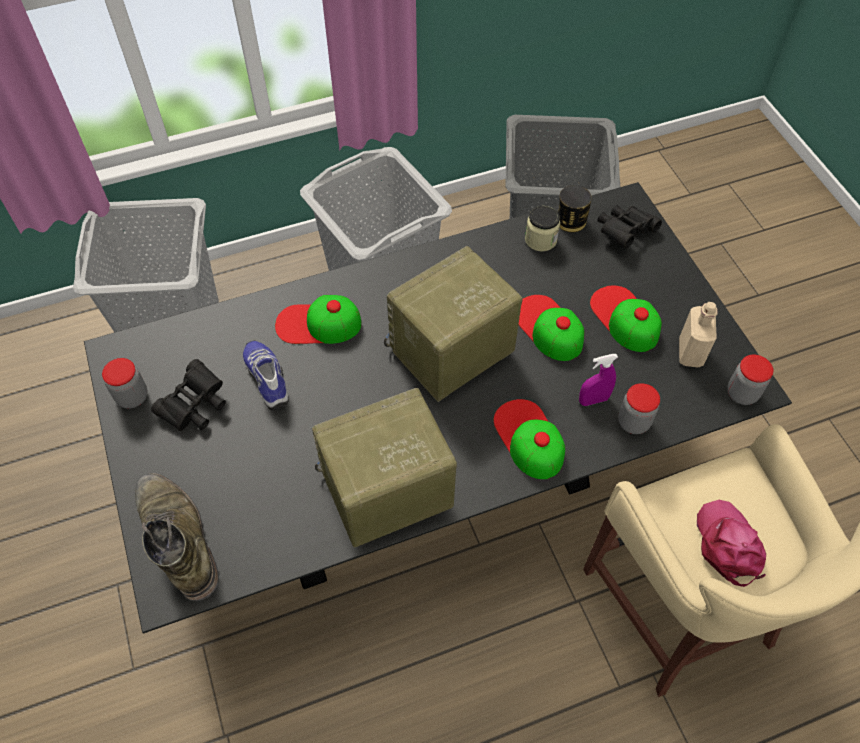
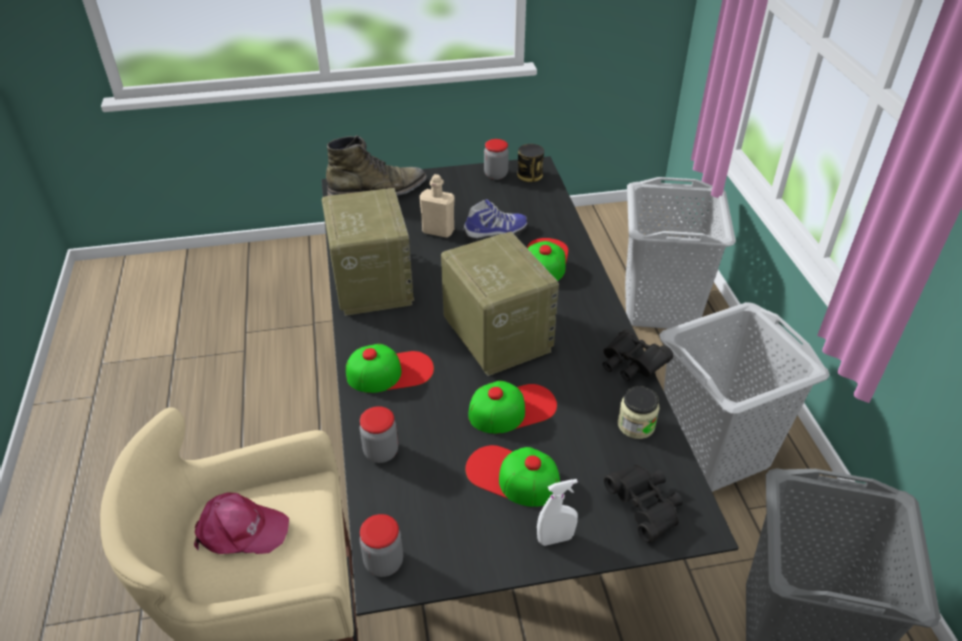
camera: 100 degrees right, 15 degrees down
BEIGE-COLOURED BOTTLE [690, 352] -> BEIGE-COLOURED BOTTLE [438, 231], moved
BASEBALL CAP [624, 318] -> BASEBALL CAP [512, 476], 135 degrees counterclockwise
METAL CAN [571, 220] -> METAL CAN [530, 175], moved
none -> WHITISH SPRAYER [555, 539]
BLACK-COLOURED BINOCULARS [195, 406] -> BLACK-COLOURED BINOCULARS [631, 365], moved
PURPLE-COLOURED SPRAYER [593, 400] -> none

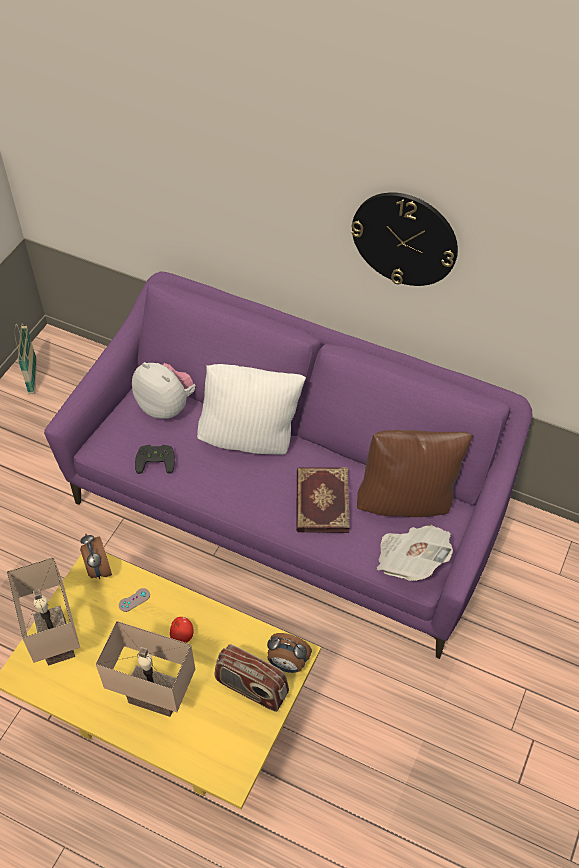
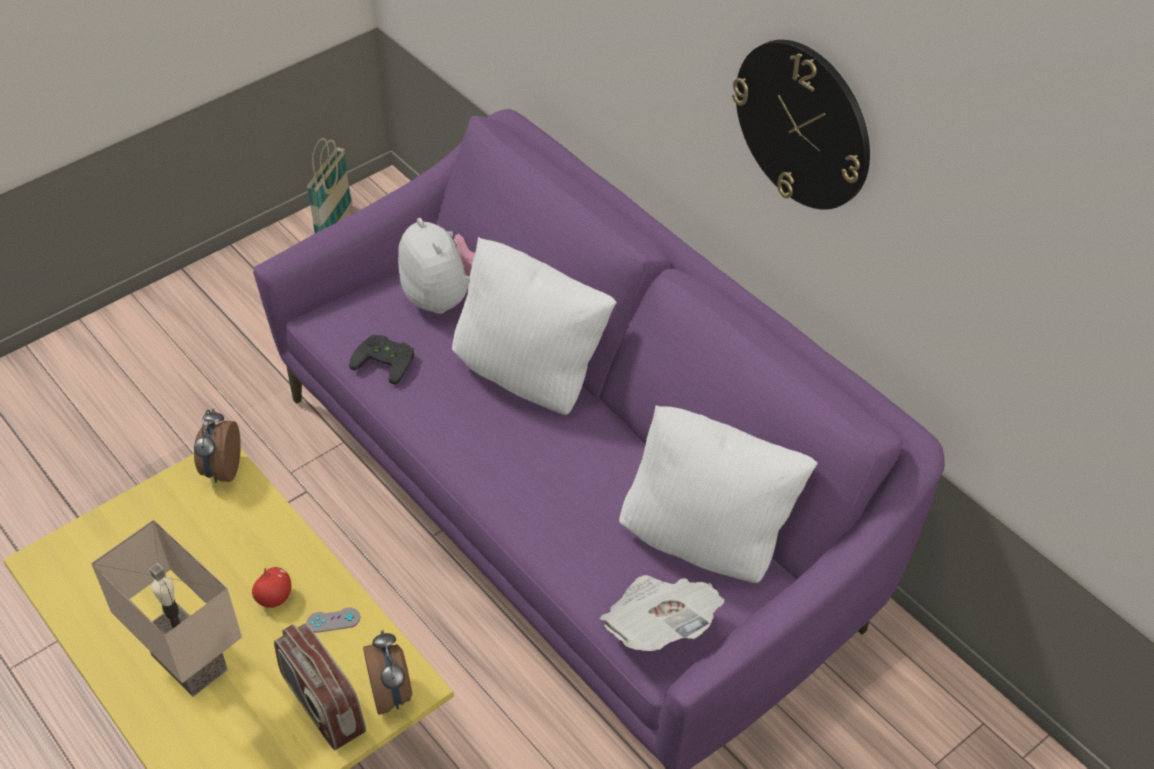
camera: 25 degrees right, 5 degrees down
GRAY GAMEPAD [134, 600] -> GRAY GAMEPAD [333, 620], moved
ALARM CLOCK [287, 664] -> ALARM CLOCK [392, 694], 150 degrees counterclockwise
BROWN CUSHION [407, 500] -> WHITISH CUSHION [708, 543]
BEIGE-COLOURED LAMP FOR A TABLE [59, 642] -> none
VOLUME [321, 502] -> none

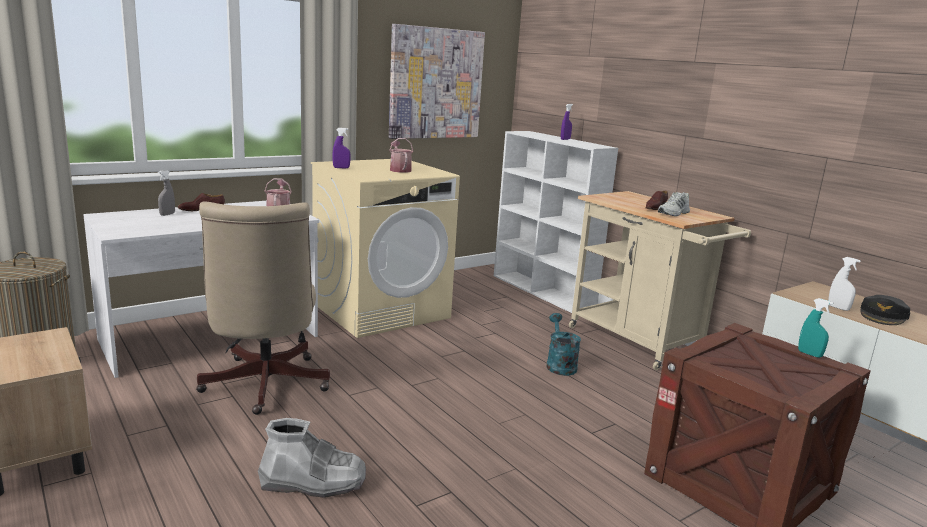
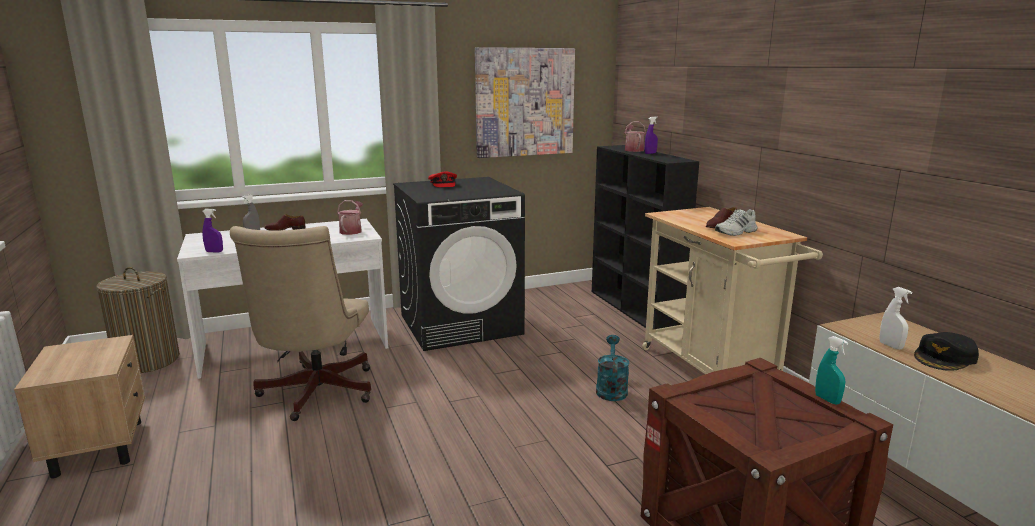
camera: 15 degrees right, 0 degrees up
PURPLE-COLOURED SPRAYER [341, 168] -> PURPLE-COLOURED SPRAYER [214, 252], moved
BEIGE-COLOURED LAUNDRY APPLIANCE [381, 310] -> BLACK-COLOURED LAUNDRY APPLIANCE [461, 324]
none -> REDDISH BASEBALL CAP [443, 184]
WHITISH BOOKCASE [543, 291] -> BLACK-COLOURED BOOKCASE [635, 309]
WATERING CAN [399, 169] -> WATERING CAN [633, 149], moved
GRAY TALL BOOT [313, 482] -> none

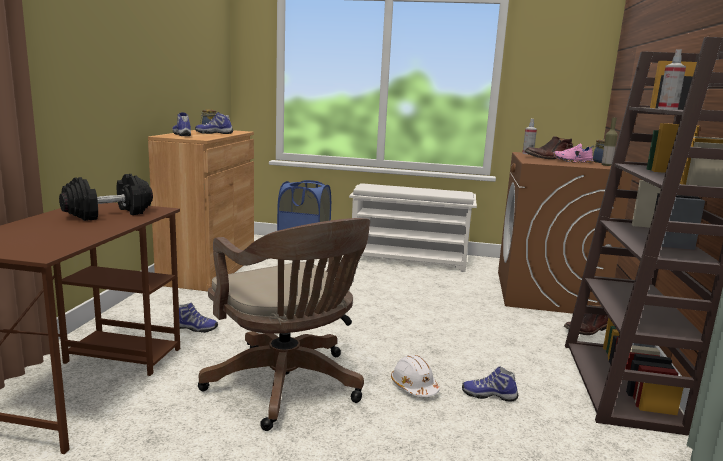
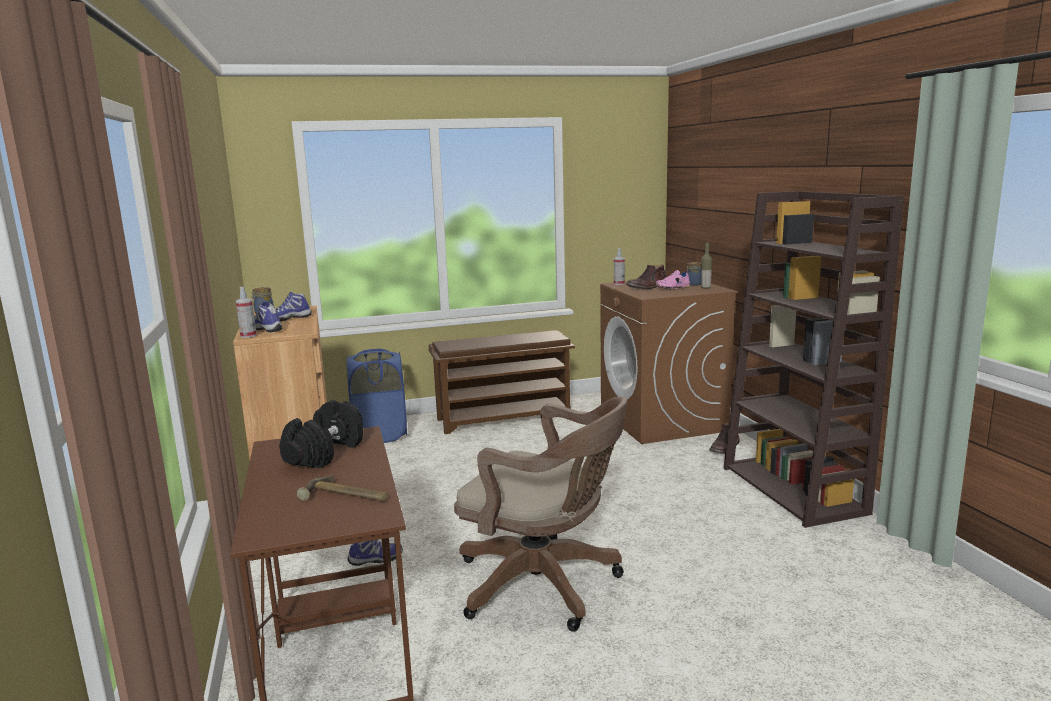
camera: 25 degrees left, 0 degrees up
SPRAYER [667, 109] -> SPRAYER [248, 336], moved
none -> HAND HAMMER [344, 497]
WHITISH SHOE RACK [409, 260] -> BROWN SHOE RACK [504, 418]
WHITISH SAFETY HELMET [414, 386] -> none
SHOE [489, 395] -> none

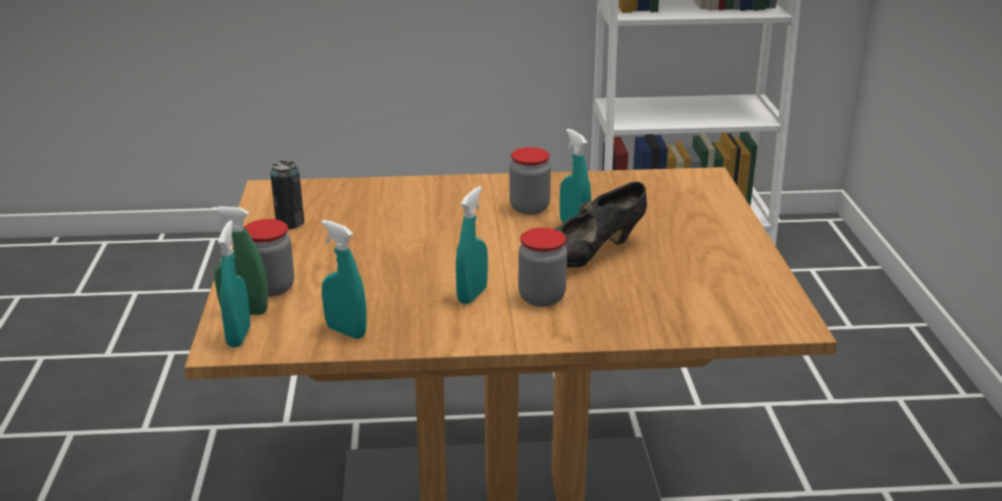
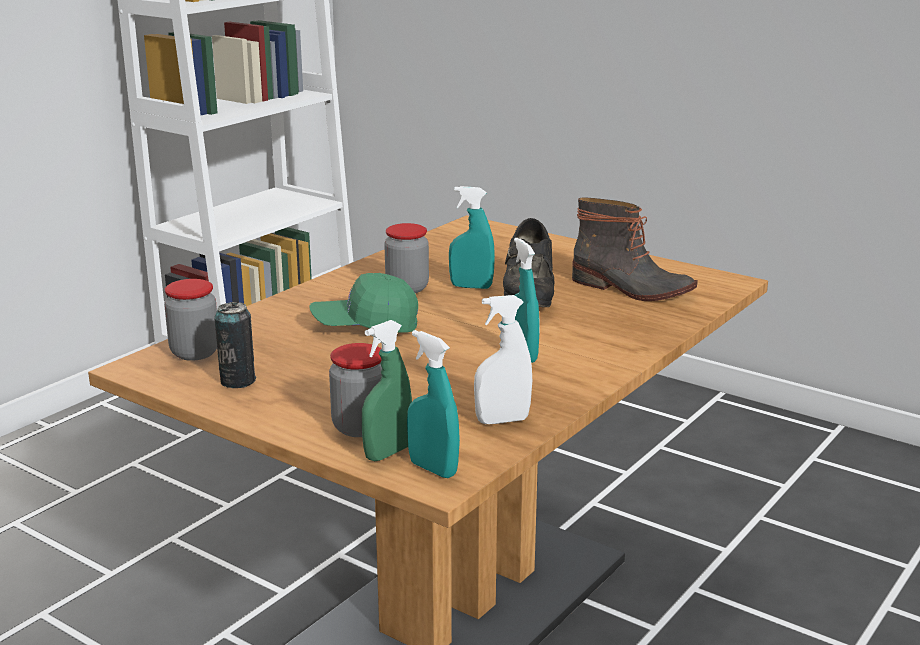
camera: 50 degrees left, 5 degrees down
PRESERVE JAR [541, 298] -> PRESERVE JAR [195, 353], moved
none -> GREEN-COLOURED BASEBALL CAP [365, 326]
TURQUOISE-COLOURED SPRAYER [346, 331] -> WHITISH SPRAYER [502, 420]
none -> TALL BOOT [630, 289]

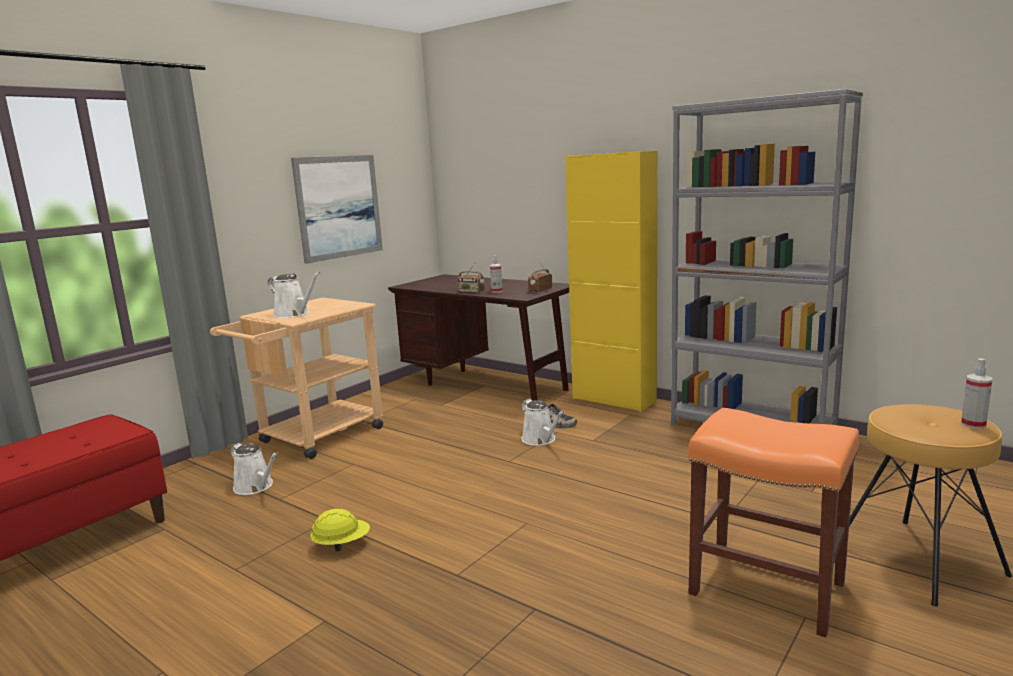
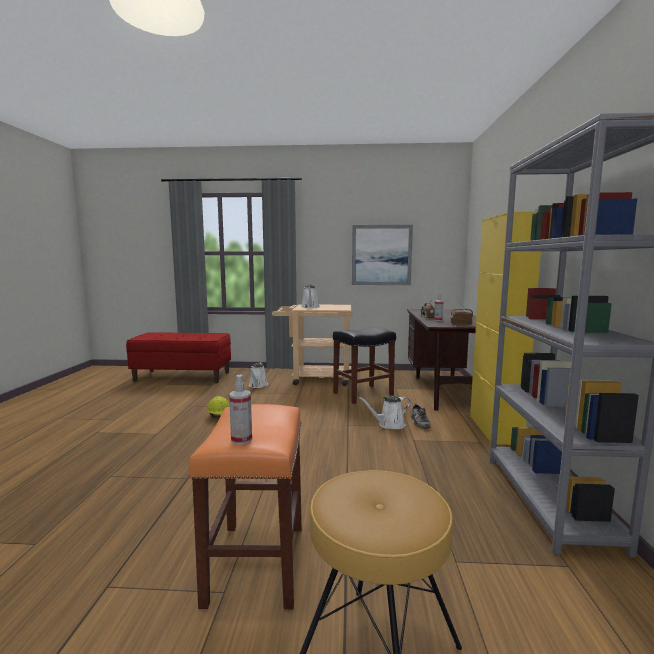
camera: 55 degrees right, 5 degrees down
SPRAYER [973, 425] -> SPRAYER [241, 440], moved
none -> BLACK-COLOURED STOOL SEAT [363, 394]
WHITISH WATERING CAN [540, 440] -> WHITISH WATERING CAN [389, 425], 45 degrees clockwise

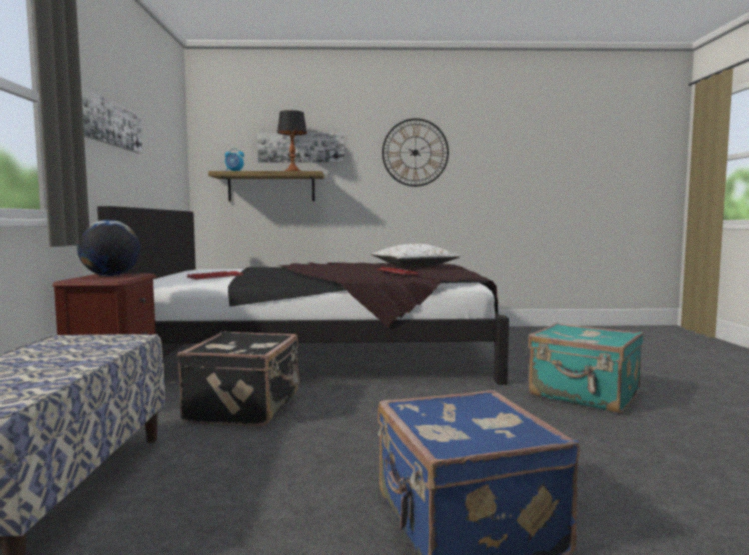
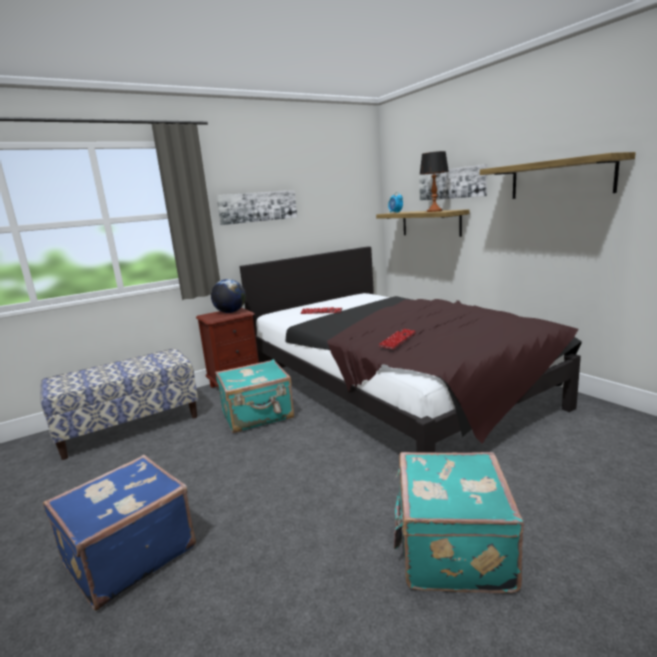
camera: 60 degrees right, 10 degrees up
BLACK-COLOURED PIECE OF LUGGAGE [246, 407] -> TURQUOISE-COLOURED PIECE OF LUGGAGE [258, 415]
WALL CLOCK [415, 152] -> WALL SHELF [560, 178]
WHITISH CUSHION [414, 267] -> none

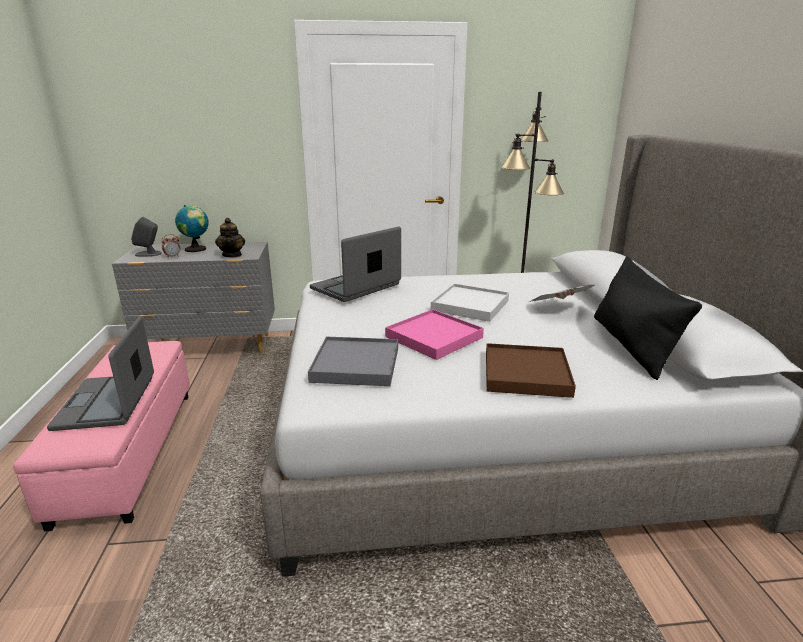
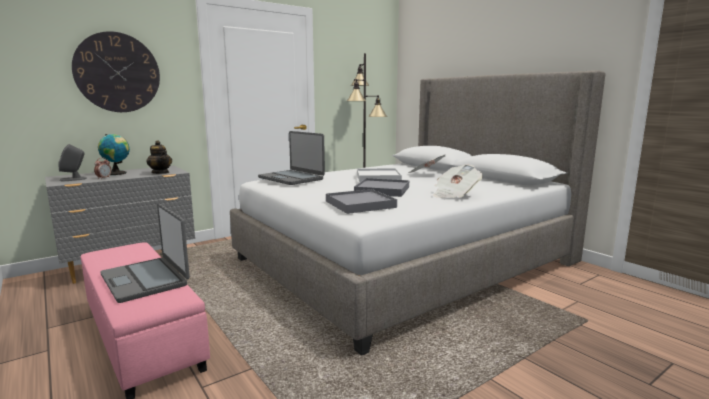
camera: 30 degrees left, 10 degrees down
none -> WALL CLOCK [117, 72]
NOTEBOOK COMPUTER [356, 287] -> NOTEBOOK COMPUTER [291, 178], 60 degrees counterclockwise
PINK CARRYING TRAY [434, 337] -> GRAY CARRYING TRAY [382, 190]
BROWN CARRYING TRAY [526, 374] -> PRINTED PAPER [455, 194]
BLACK-COLOURED CUSHION [631, 345] -> none

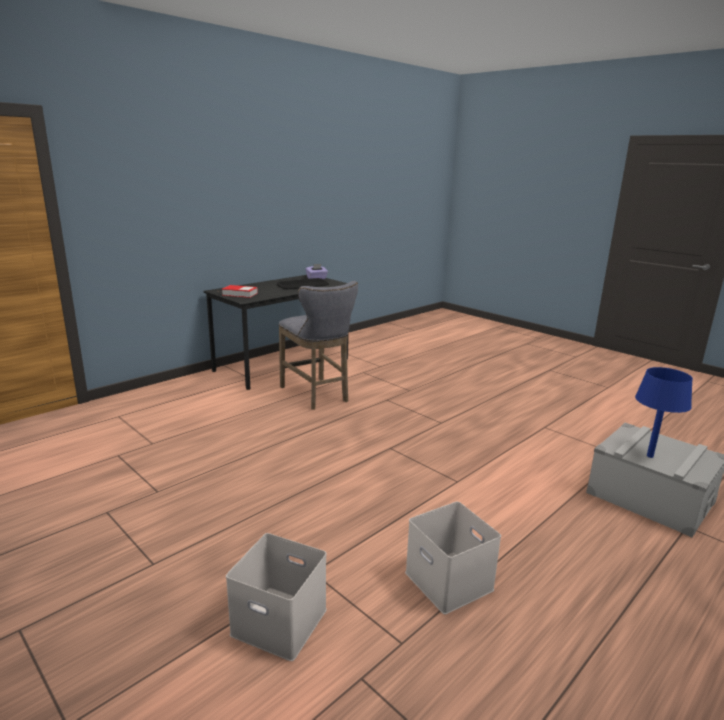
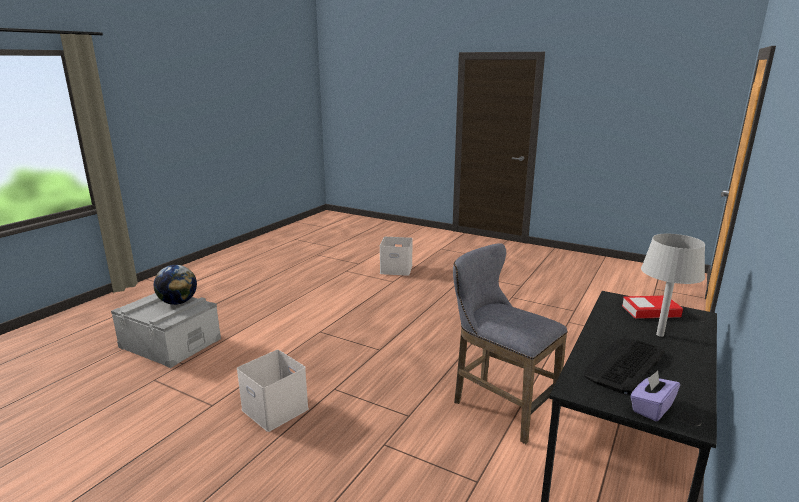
camera: 165 degrees right, 0 degrees up
BLUE-COLOURED LAMP FOR A TABLE [649, 456] -> WORLD GLOBE [178, 302]
WHITISH STORAGE BOX [451, 581] -> WHITISH STORAGE BOX [273, 409], moved
none -> GRAY LAMP FOR A TABLE [659, 335]

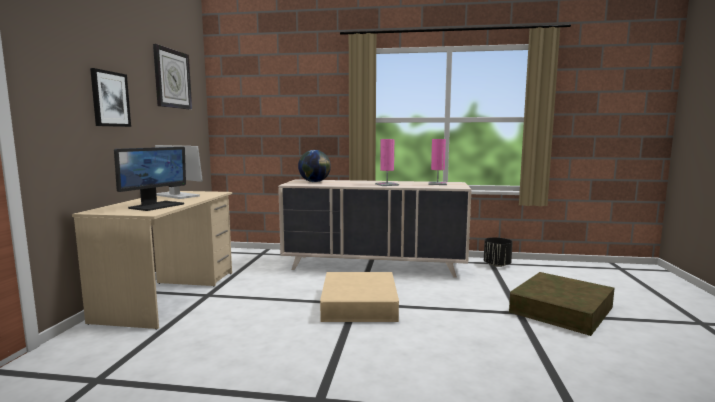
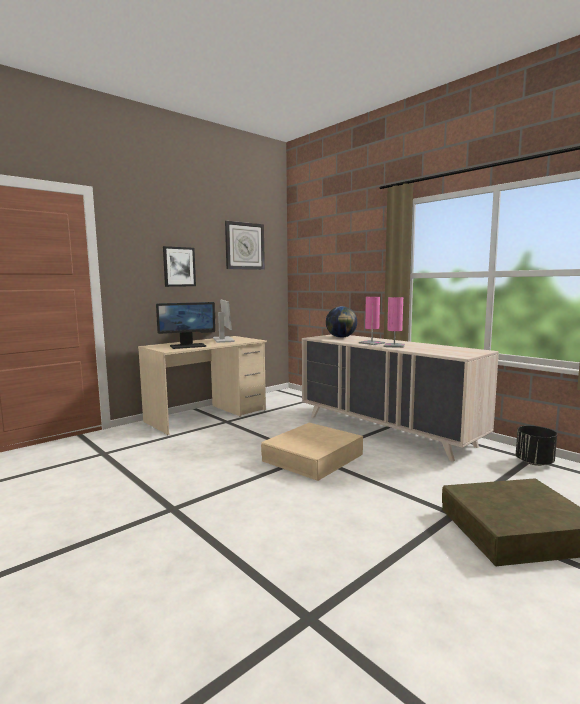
camera: 40 degrees right, 0 degrees up
PINK LAMP FOR A TABLE [437, 184] -> PINK LAMP FOR A TABLE [371, 343], moved

